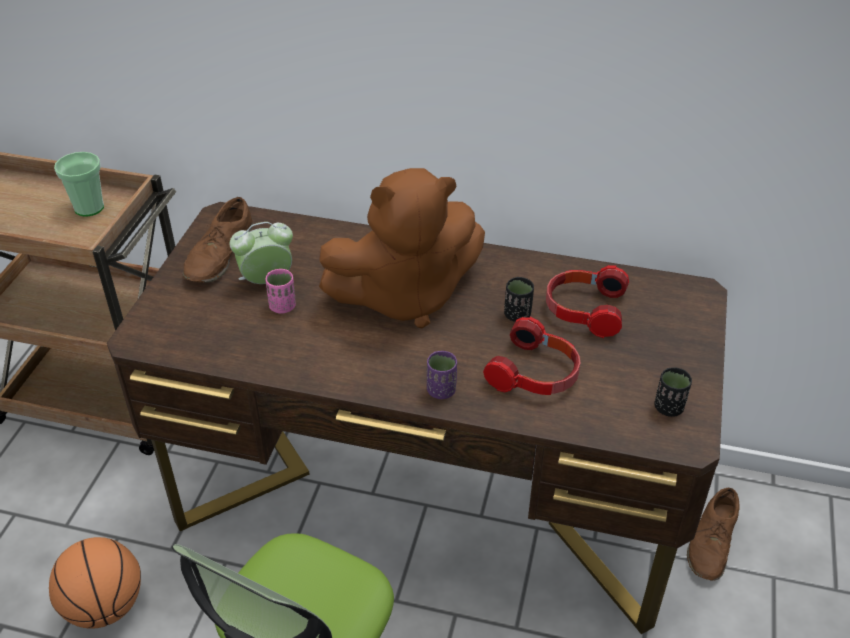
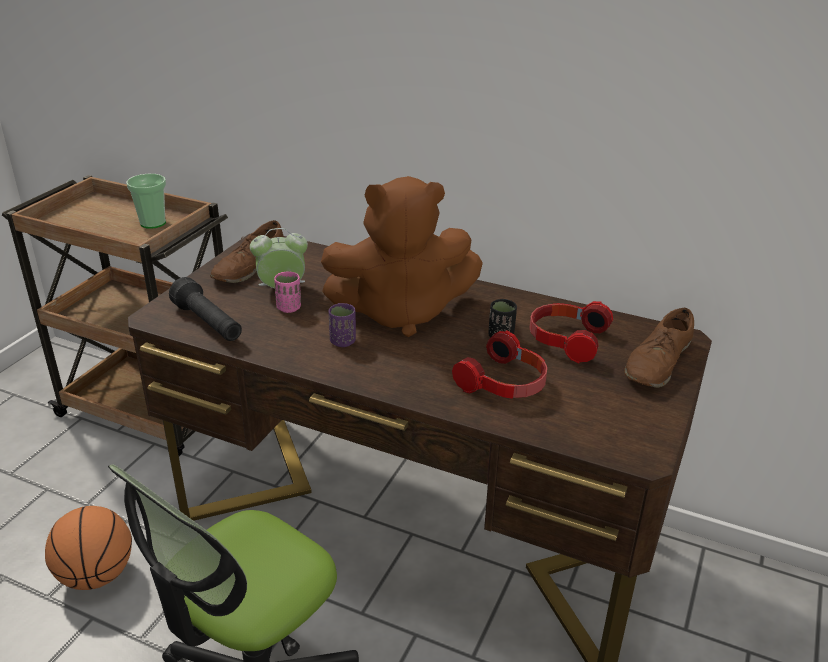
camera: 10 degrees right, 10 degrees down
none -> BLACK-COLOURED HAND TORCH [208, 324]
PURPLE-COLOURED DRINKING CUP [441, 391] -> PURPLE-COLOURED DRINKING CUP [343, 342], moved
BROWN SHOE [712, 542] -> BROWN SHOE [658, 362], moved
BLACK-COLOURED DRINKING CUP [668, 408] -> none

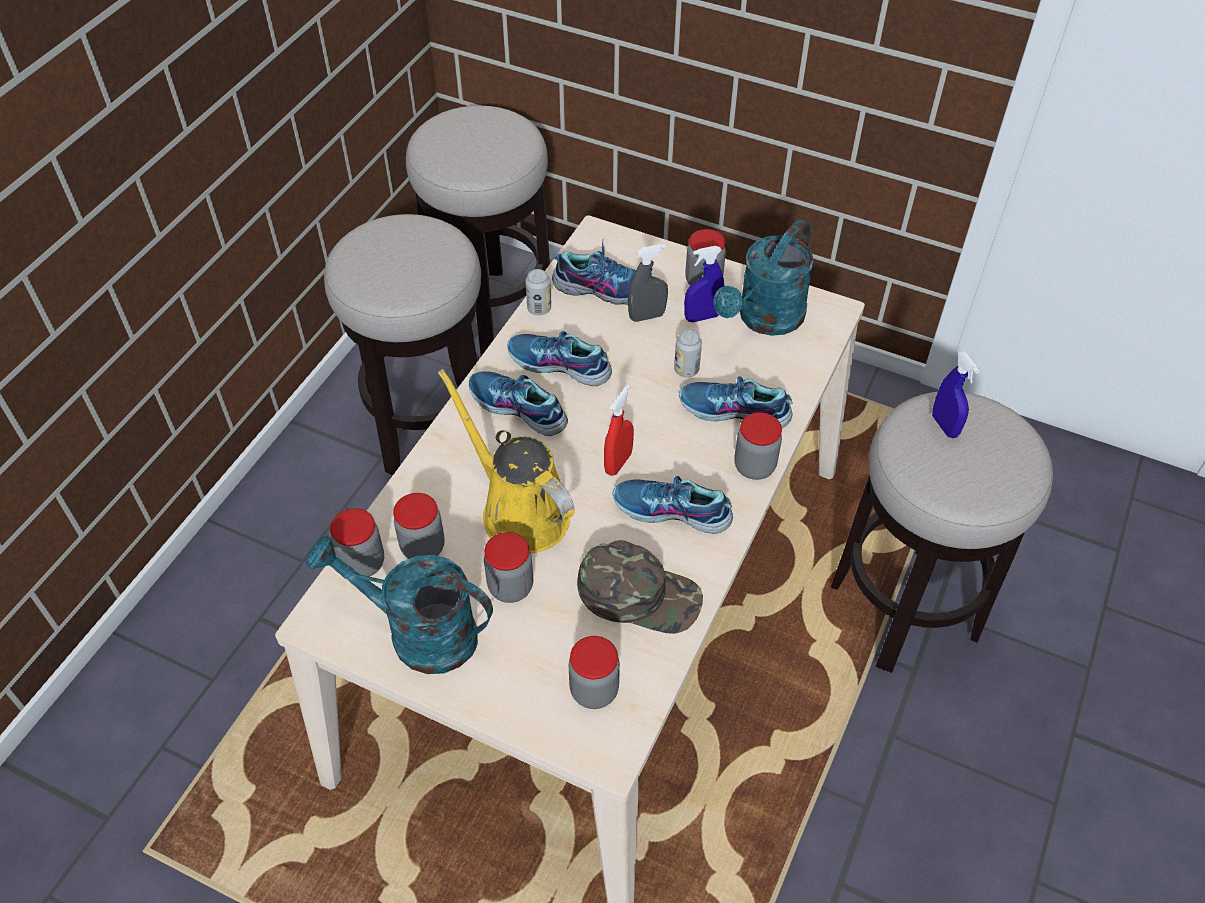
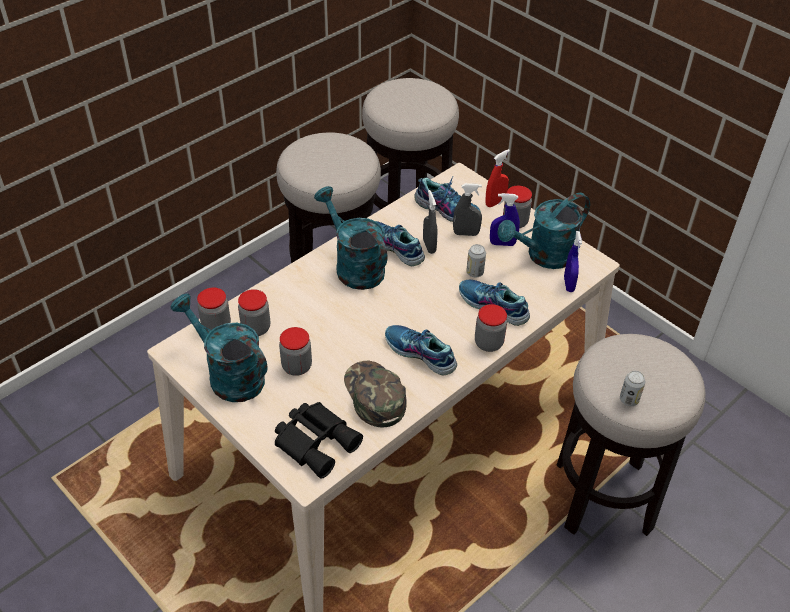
camera: 20 degrees right, 5 degrees down
PRESERVE JAR [594, 690] -> BLACK-COLOURED BINOCULARS [316, 441]
SHOE [517, 409] -> TURQUOISE-COLOURED WATERING CAN [354, 266]
GREEN-COLOURED BASEBALL CAP [639, 594] -> GREEN-COLOURED BASEBALL CAP [374, 395], 150 degrees counterclockwise
none -> GRAY SPRAYER [429, 246]
REDDISH SPRAYER [618, 463] -> REDDISH SPRAYER [495, 202], moved
BLUE-COLOURED SPRAYER [944, 426] -> BLUE-COLOURED SPRAYER [568, 284], moved
METAL CAN [539, 309] -> METAL CAN [629, 400], moved
YELLOW-COLOURED WATERING CAN [519, 510] -> none

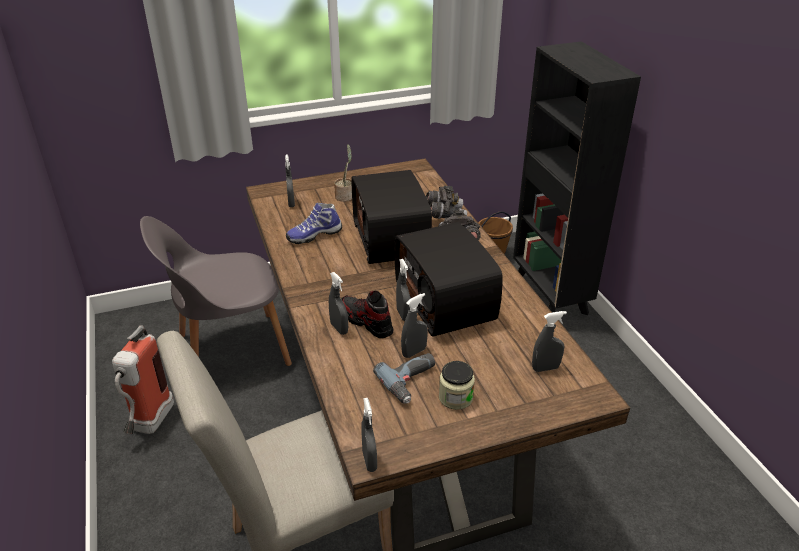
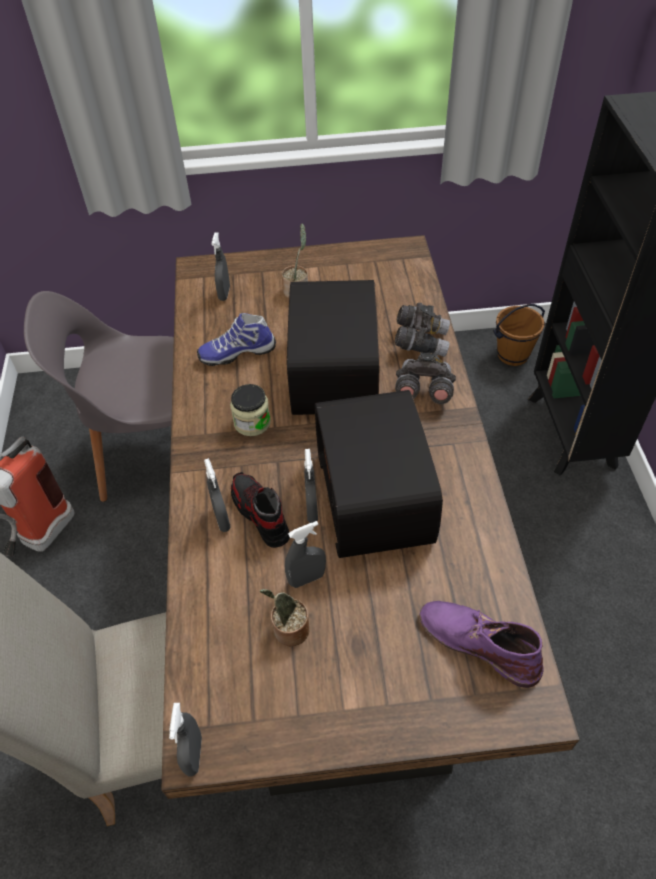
camera: 15 degrees right, 15 degrees up
PRESERVE JAR [455, 397] -> PRESERVE JAR [252, 422], moved
DRILL [412, 382] -> POTTED PLANT [289, 630]
GRAY SPRAYER [545, 368] -> PURPLE-COLOURED TALL BOOT [478, 642]

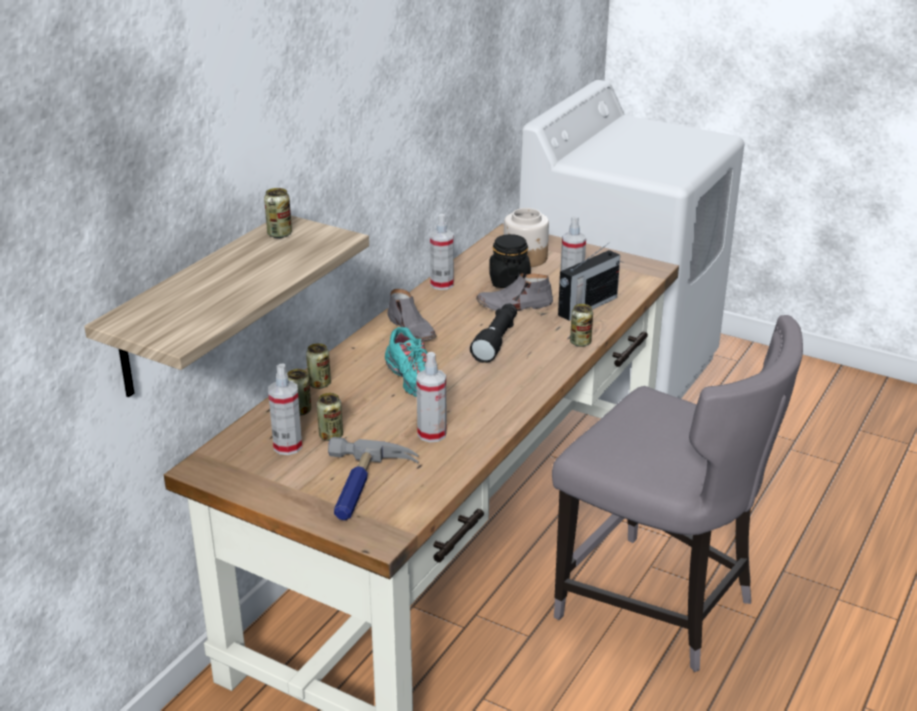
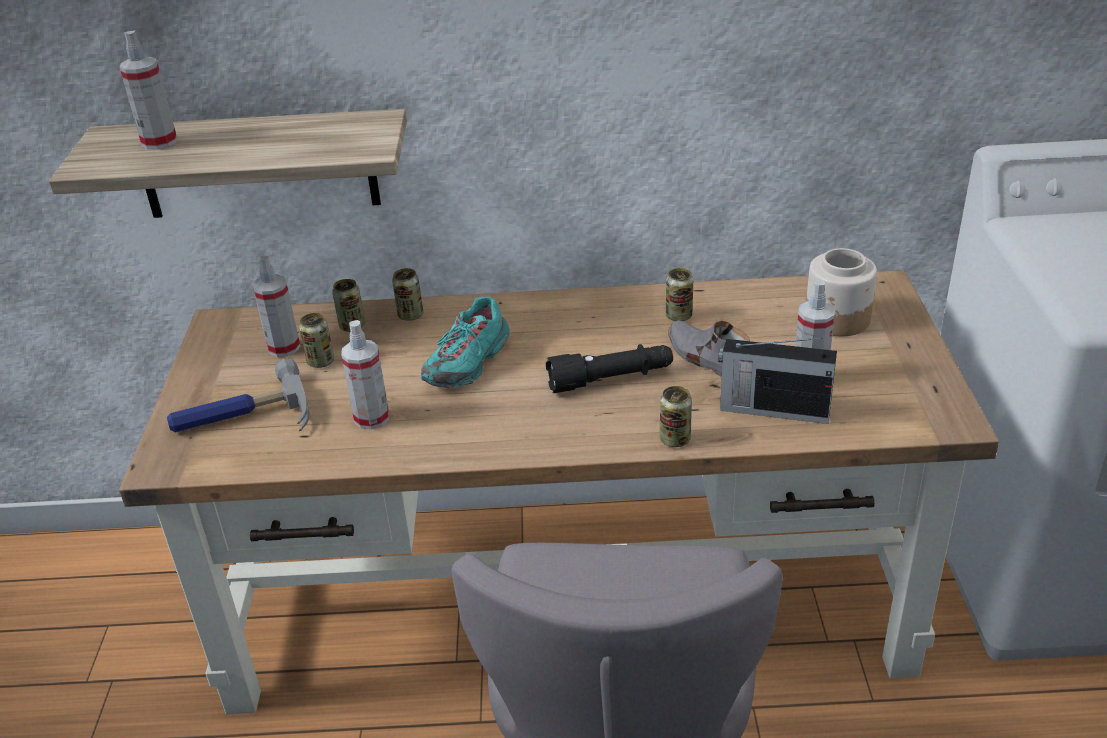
camera: 60 degrees right, 5 degrees up
SPRAYER [442, 284] -> SPRAYER [159, 142], moved
METAL CAN [279, 234] -> METAL CAN [679, 316], moved
GRAY SHOE [412, 330] -> none
BLACK-COLOURED PRESERVE JAR [509, 281] -> none

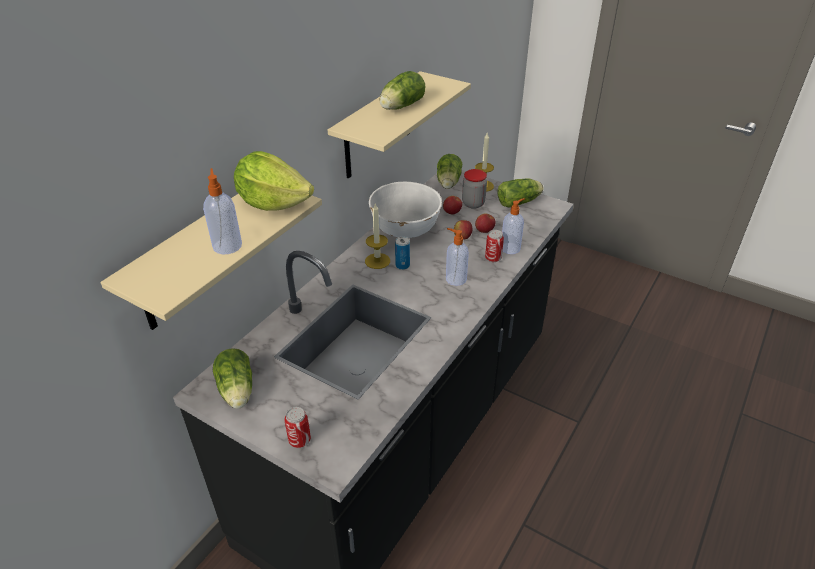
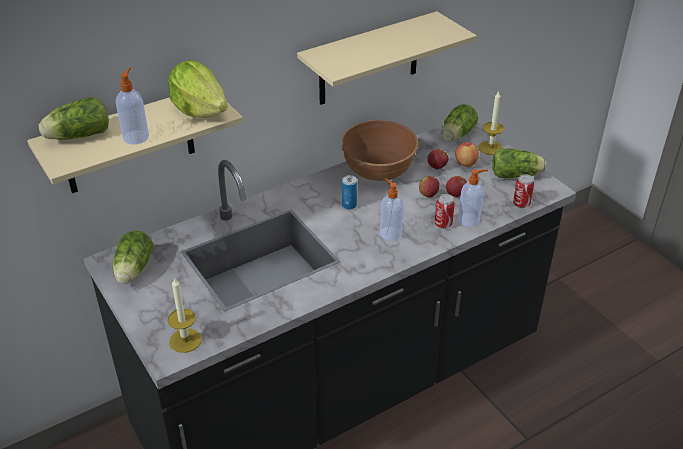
camera: 25 degrees right, 0 degrees up
LETTUCE [400, 107] -> LETTUCE [77, 136], moved
WAX LIGHT [377, 261] -> WAX LIGHT [185, 340], moved
WHITISH BOWL [405, 228] -> BROWN BOWL [378, 170]
PRESERVE JAR [473, 203] -> WHOLE APPLE [466, 163]
METAL CAN [299, 440] -> METAL CAN [521, 204], moved

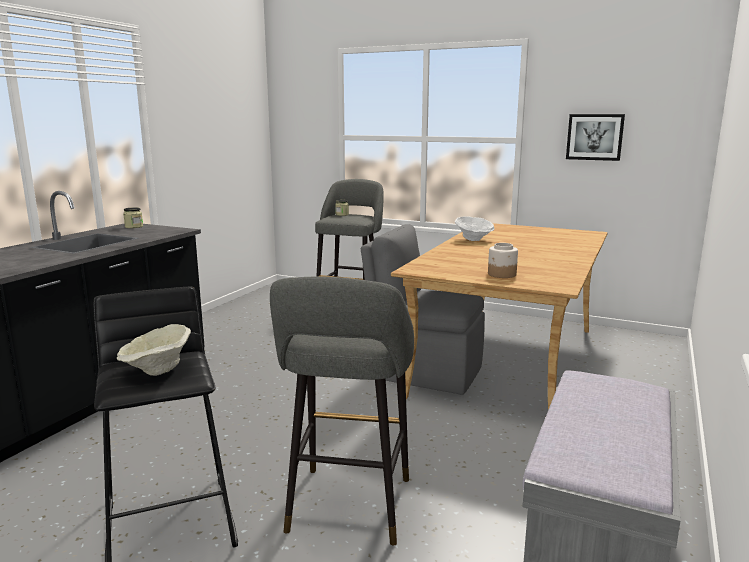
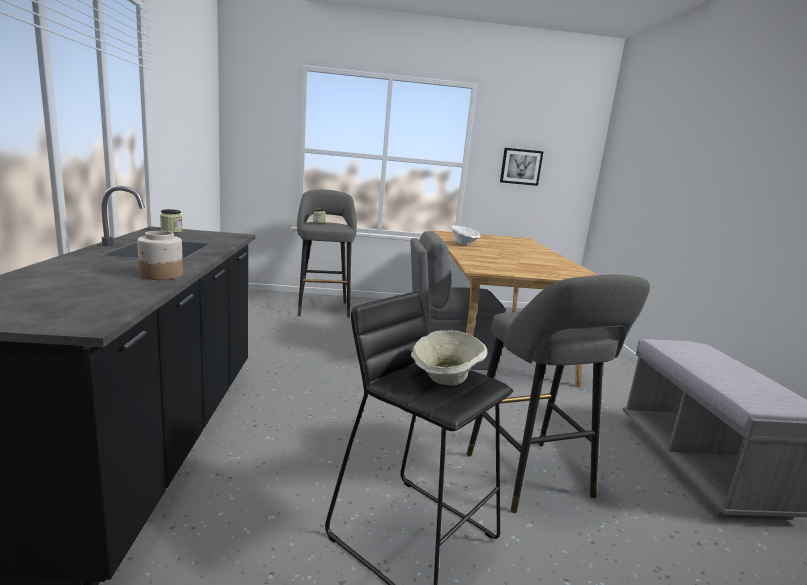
camera: 30 degrees left, 0 degrees up
PRESERVE JAR [502, 274] -> PRESERVE JAR [161, 275], moved

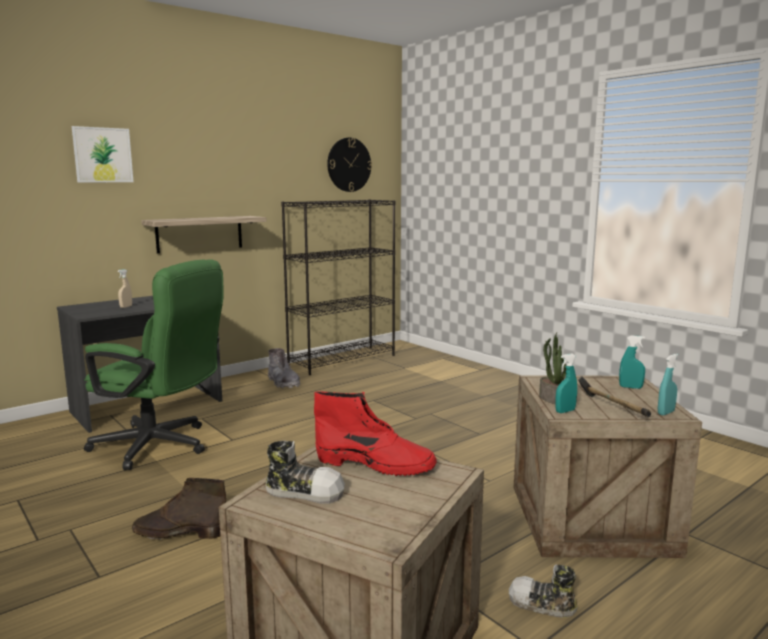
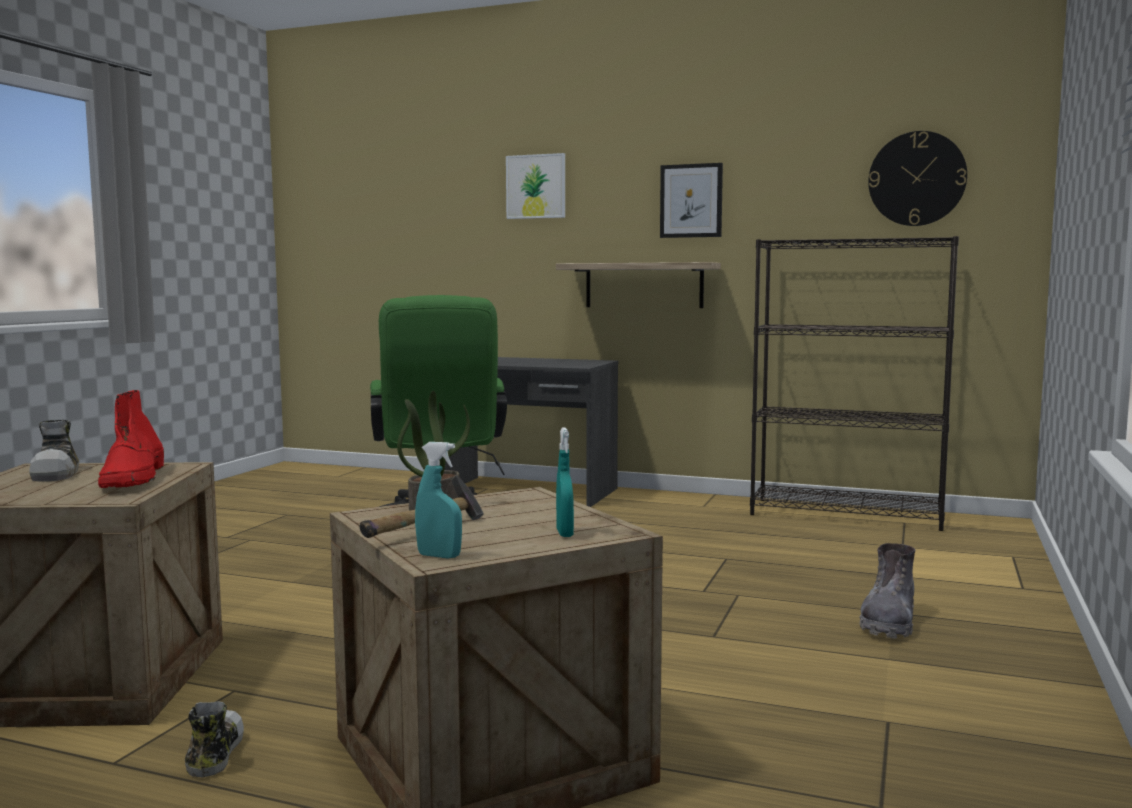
camera: 60 degrees right, 5 degrees down
none -> WALL ART [691, 201]
GRAY TALL BOOT [283, 383] -> GRAY TALL BOOT [889, 623], moved
BEIGE-COLOURED SPRAYER [126, 307] -> none
BROWN TALL BOOT [179, 532] -> none
TURQUOISE-COLOURED SPRAYER [565, 411] -> none

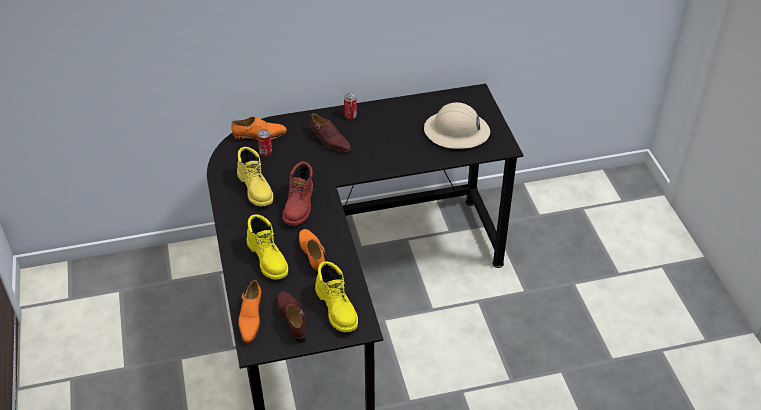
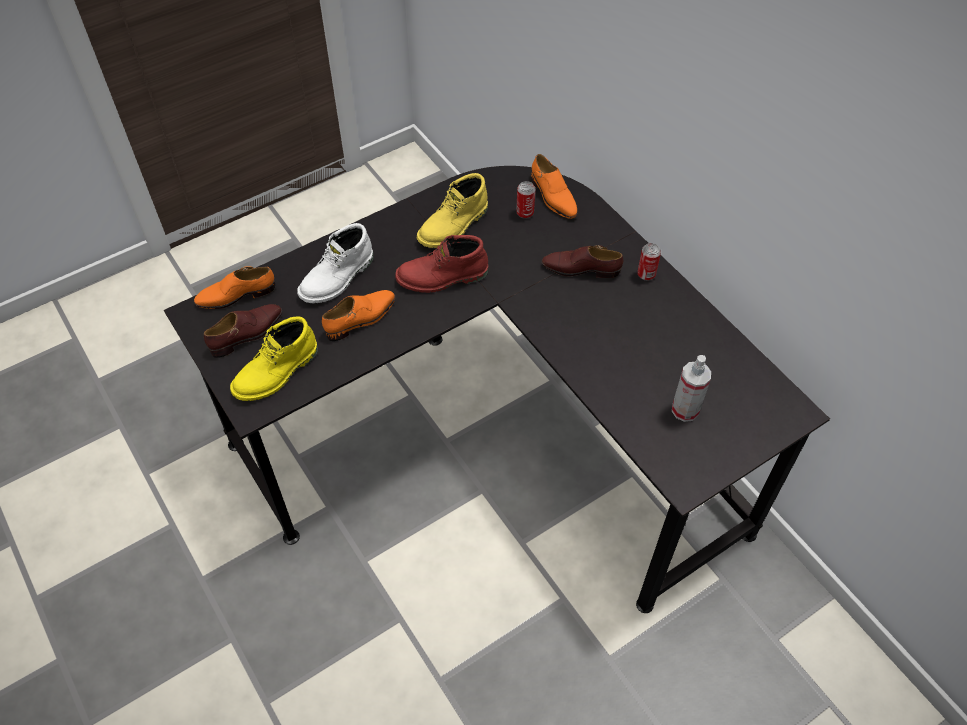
camera: 70 degrees right, 10 degrees up
YELLOW-COLOURED TALL BOOT [268, 259] -> WHITISH TALL BOOT [338, 279]
BROWN SHOE [329, 141] -> BROWN SHOE [581, 268], 75 degrees clockwise
BEIGE-COLOURED SAFETY HELMET [456, 132] -> SPRAYER [685, 410]

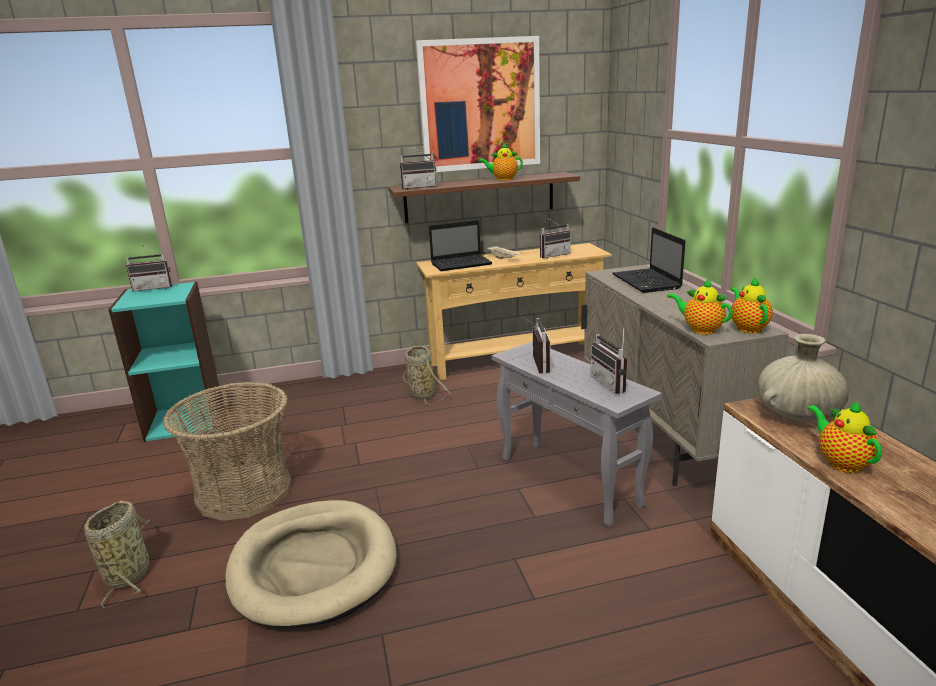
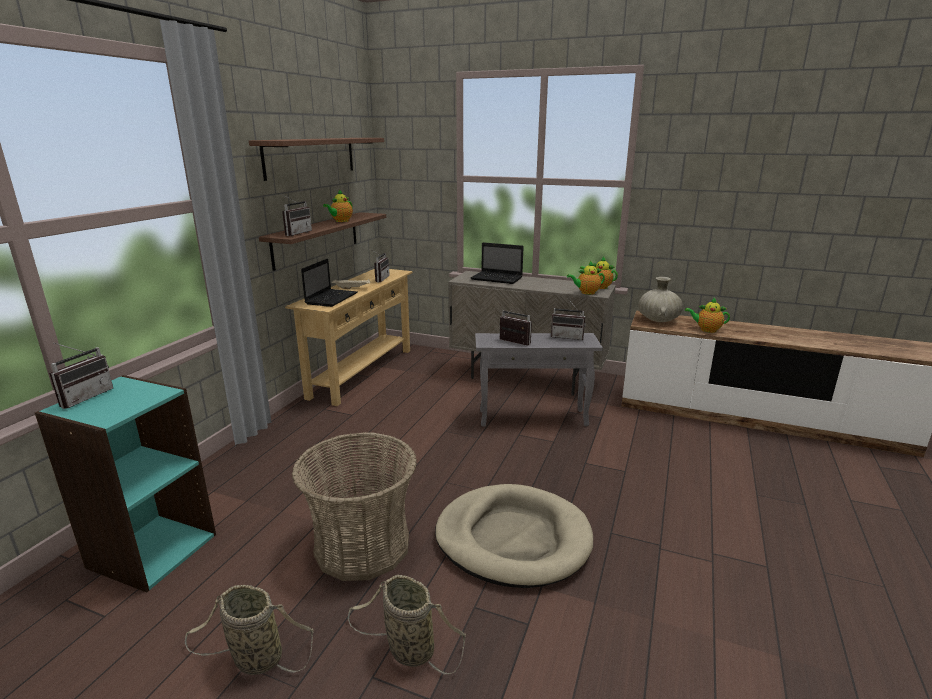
camera: 55 degrees left, 0 degrees up
BASKET [421, 394] -> BASKET [254, 658], moved
WALL ART [480, 105] -> BROWN WALL SHELF [311, 157]

